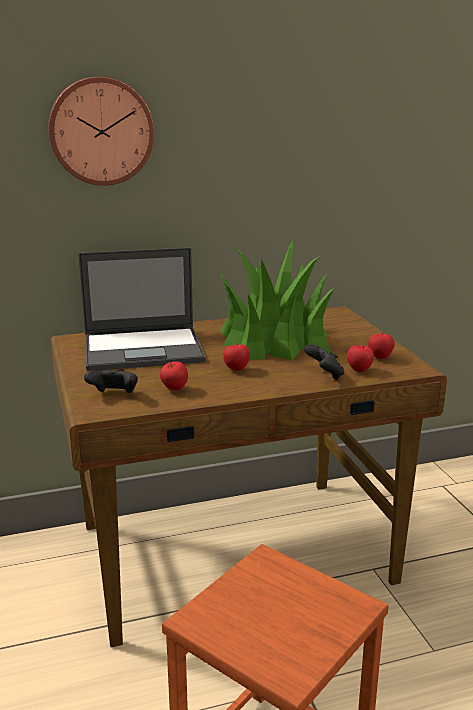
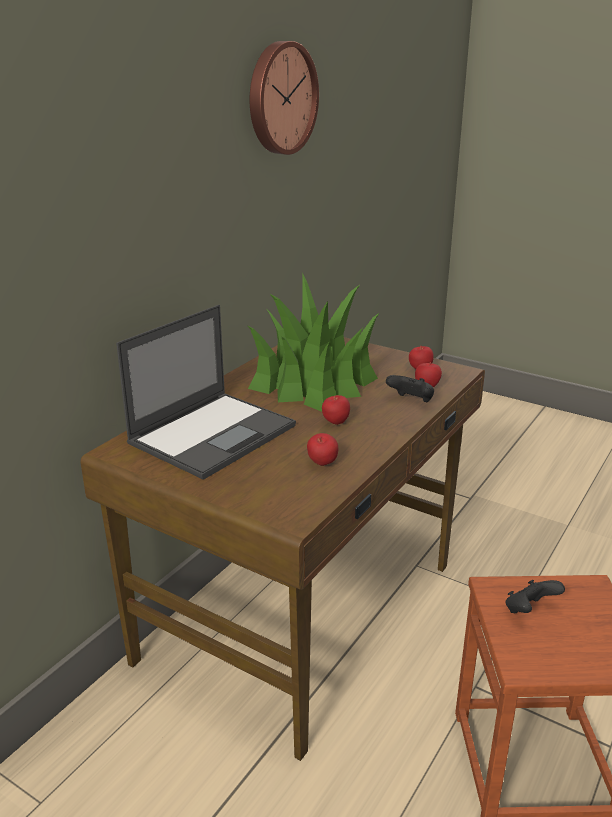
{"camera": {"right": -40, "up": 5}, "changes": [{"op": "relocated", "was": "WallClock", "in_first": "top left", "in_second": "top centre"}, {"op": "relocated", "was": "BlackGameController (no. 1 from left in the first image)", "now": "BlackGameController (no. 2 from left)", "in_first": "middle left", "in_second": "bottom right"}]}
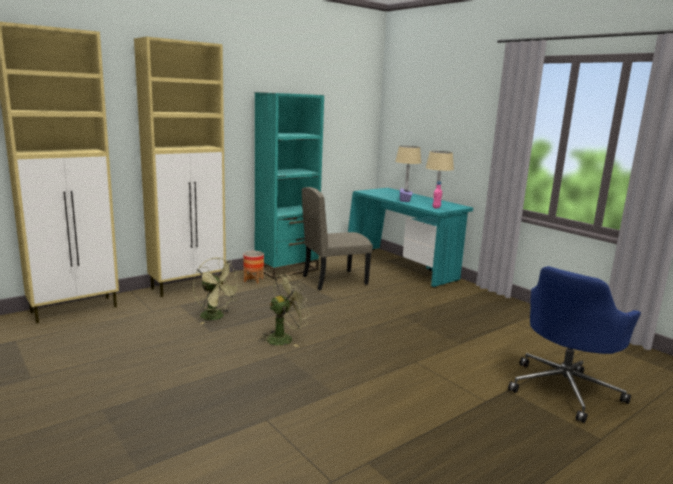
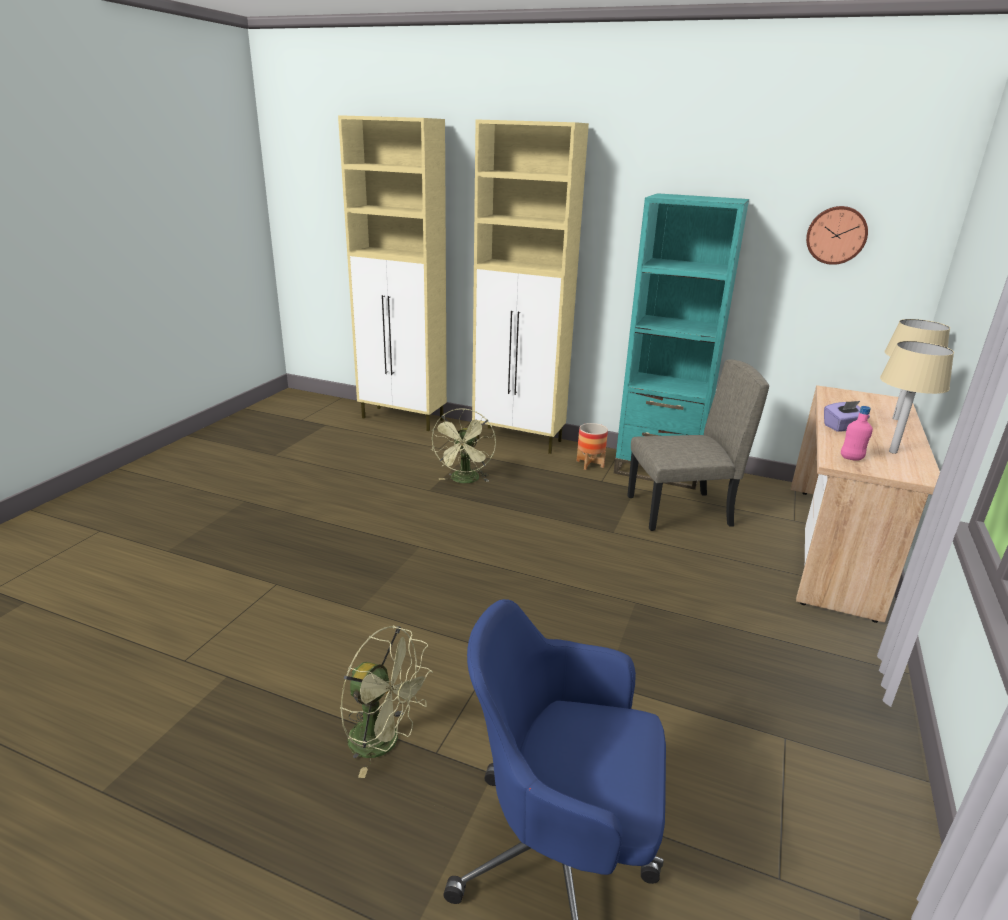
{"camera": {"right": 60, "up": 10}, "changes": [{"op": "relocated", "was": "GreenFan (no. 2 from left in the first image)", "now": "GreenFan (no. 1 from left)", "in_first": "centre", "in_second": "bottom centre"}, {"op": "spun", "was": "BeigeChair", "in_first": "centre", "in_second": "middle right", "clockwise": 135}, {"op": "colour", "was": "TurquoiseDesk", "now": "BeigeDesk", "in_first": "centre", "in_second": "middle right"}, {"op": "appeared", "now": "WallClock", "in_second": "top right"}]}
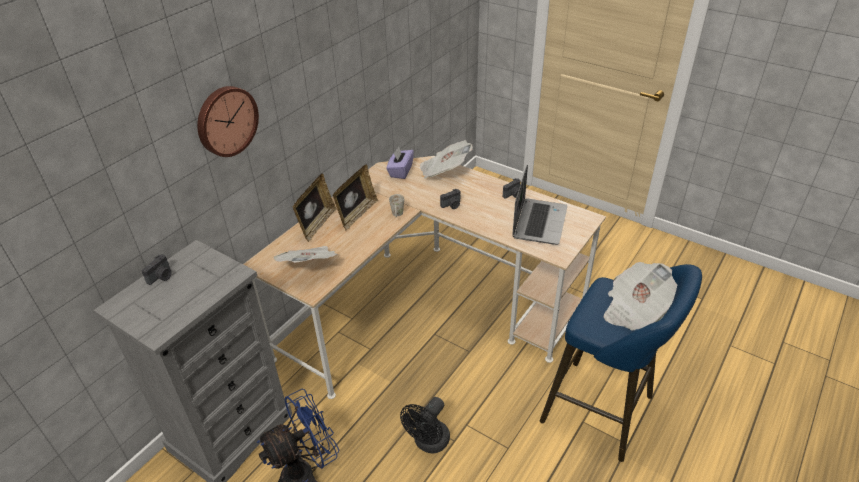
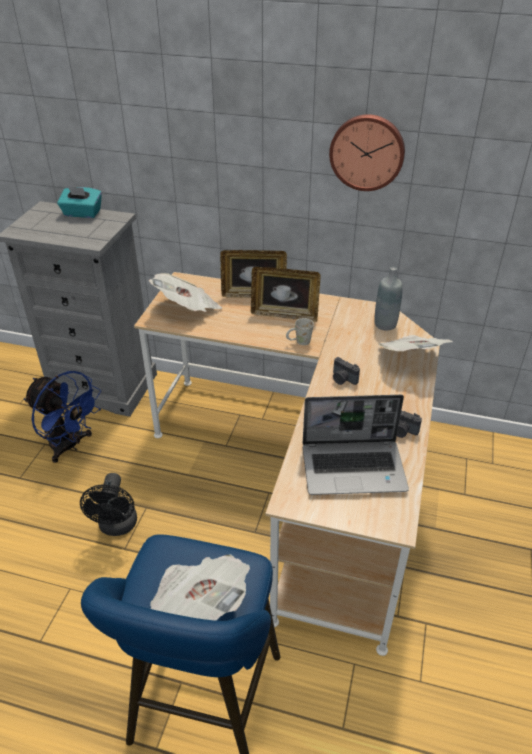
{"camera": {"right": 70, "up": 0}, "changes": [{"op": "exchanged", "was": "PhotoCamera (no. 1 from left)", "now": "TurquoiseTissueBox", "in_first": "middle left", "in_second": "top left"}, {"op": "spun", "was": "BlackFan", "in_first": "bottom centre", "in_second": "bottom left", "clockwise": -105}, {"op": "relocated", "was": "WallClock", "in_first": "top left", "in_second": "top right"}, {"op": "exchanged", "was": "PurpleTissueBox", "now": "GreyBottle", "in_first": "centre", "in_second": "middle right"}]}
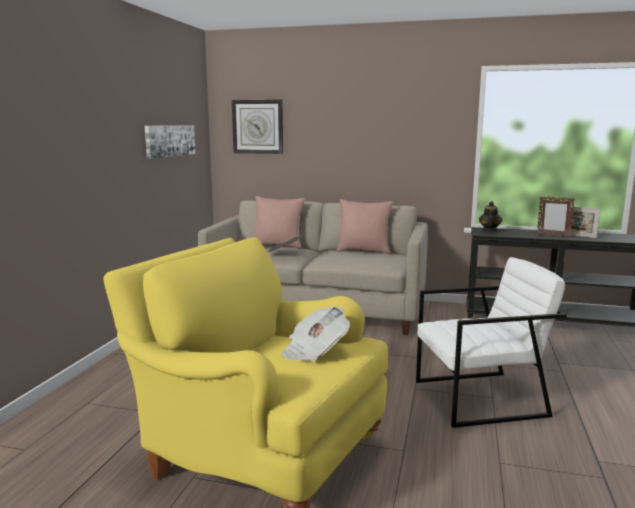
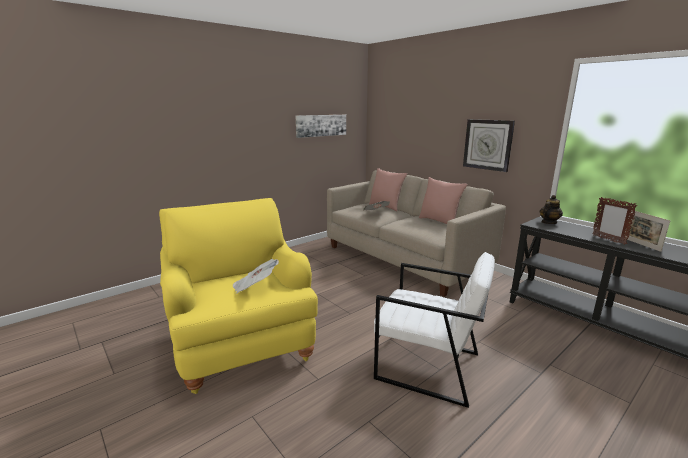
{"camera": {"right": 35, "up": 5}, "changes": [{"op": "relocated", "was": "WallClock", "in_first": "top centre", "in_second": "top right"}]}
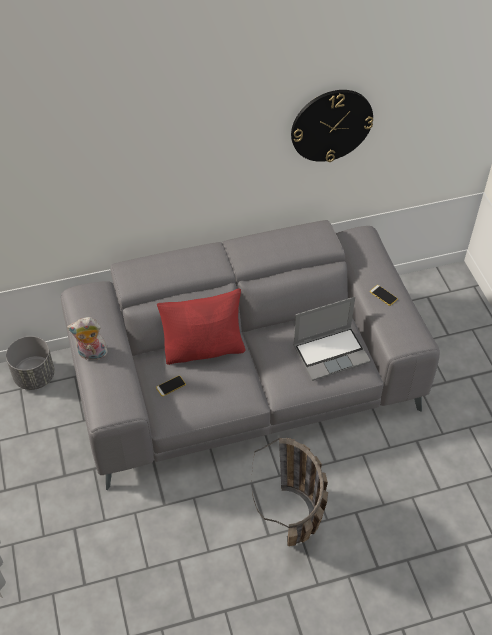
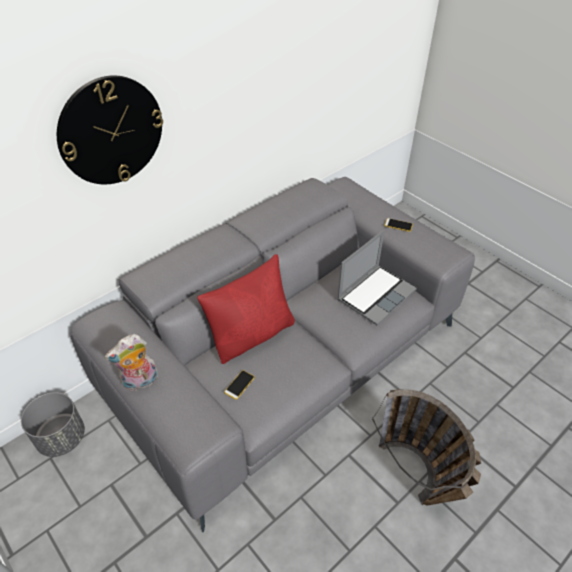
{"camera": {"right": -25, "up": -5}, "changes": [{"op": "relocated", "was": "WallClock", "in_first": "top right", "in_second": "top left"}]}
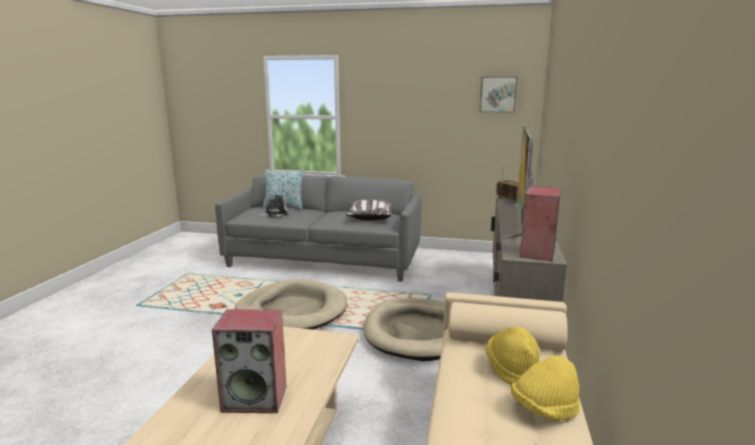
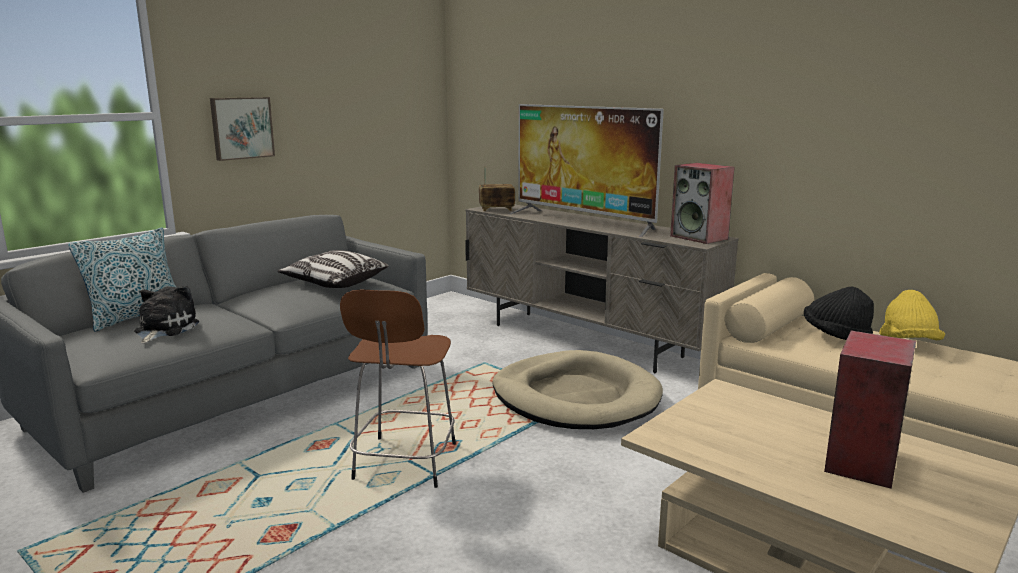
{"camera": {"right": -60, "up": 0}, "changes": [{"op": "relocated", "was": "Picture", "in_first": "top centre", "in_second": "top left"}, {"op": "exchanged", "was": "BeigeDogBed (no. 1 from left)", "now": "BrownStool", "in_first": "bottom centre", "in_second": "bottom centre"}, {"op": "colour", "was": "YellowHat (no. 1 from left)", "now": "BlackHat", "in_first": "bottom right", "in_second": "middle right"}]}
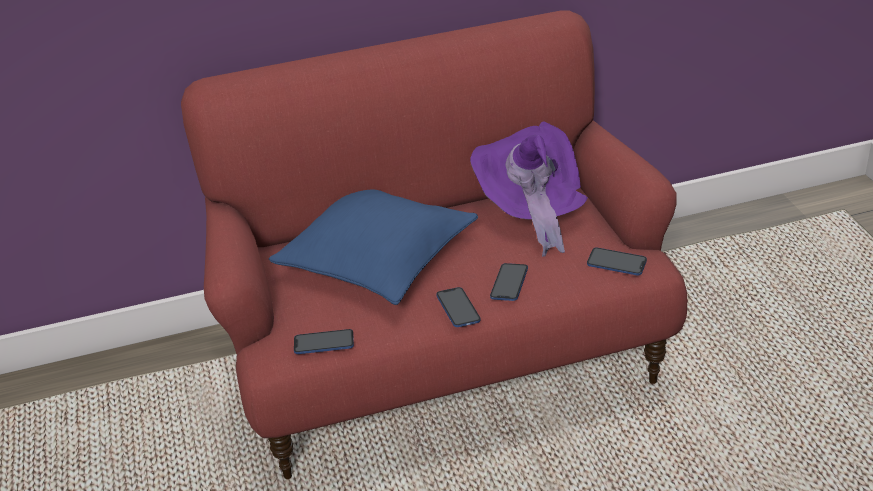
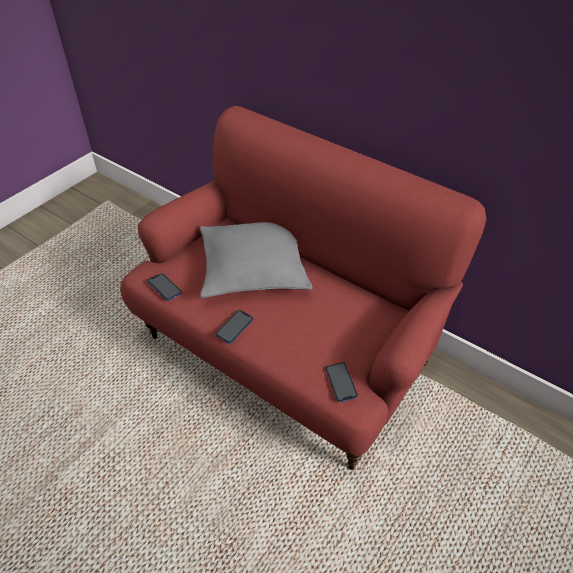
{"camera": {"right": 50, "up": 10}, "changes": [{"op": "colour", "was": "BluePillow", "now": "GreyPillow", "in_first": "centre", "in_second": "centre"}, {"op": "missing", "was": "PurpleHat", "in_first": "centre"}, {"op": "missing", "was": "Phone (no. 3 from left)", "in_first": "centre"}]}
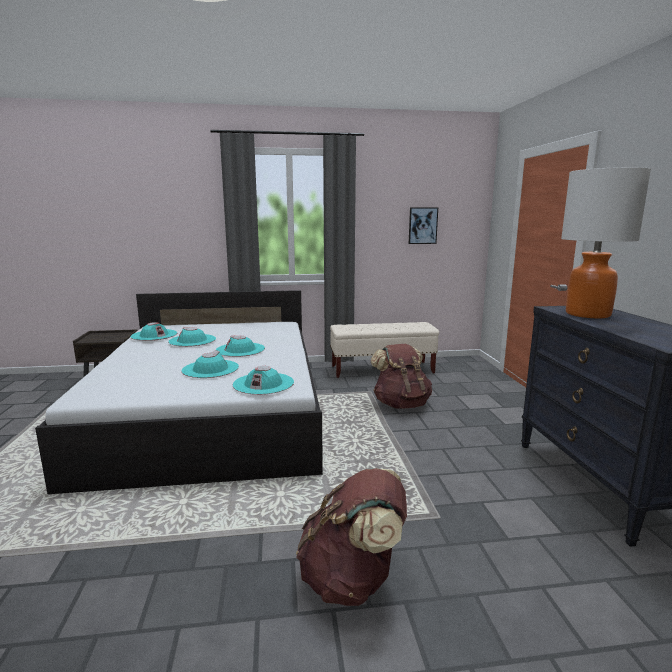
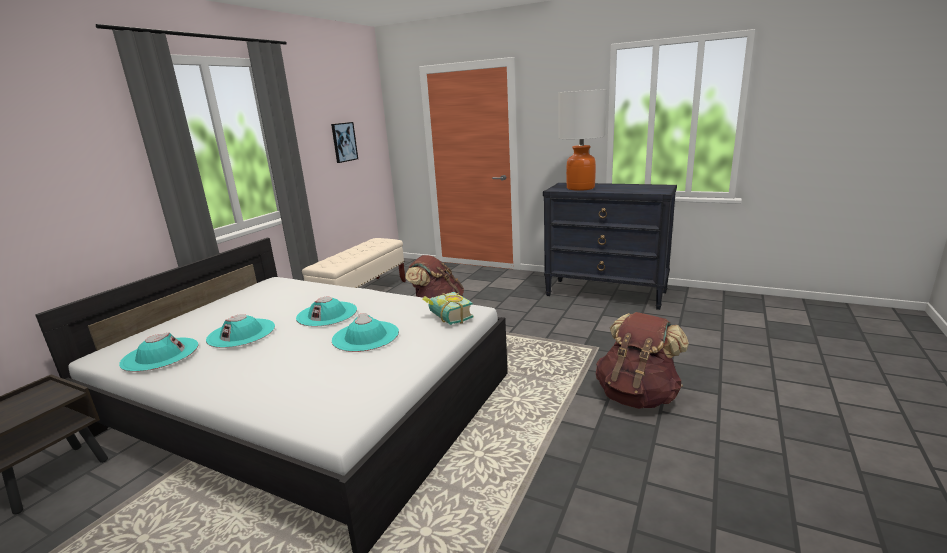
{"camera": {"right": -55, "up": 5}, "changes": [{"op": "exchanged", "was": "TurquoiseHat (no. 5 from left)", "now": "Book", "in_first": "centre", "in_second": "centre"}]}
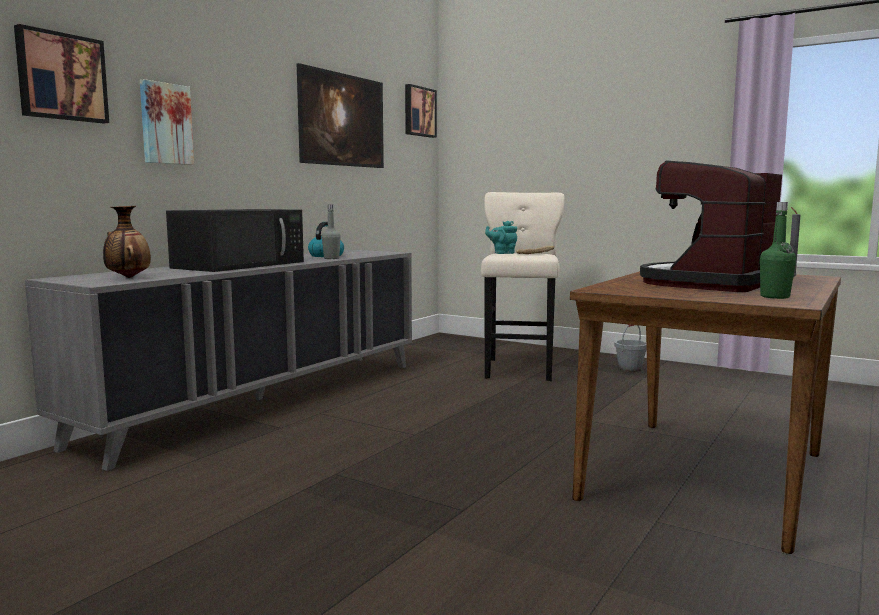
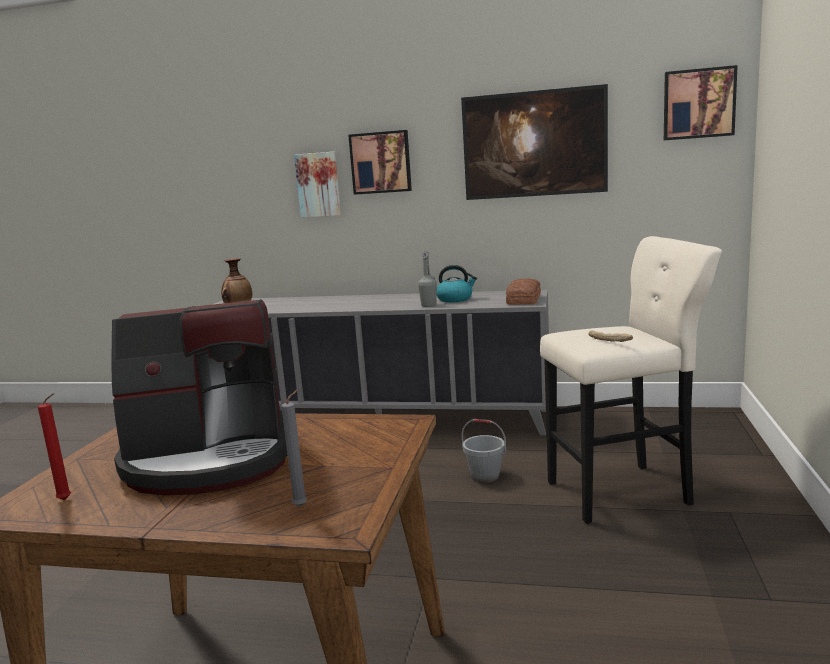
{"camera": {"right": 70, "up": 5}, "changes": [{"op": "exchanged", "was": "GreenBottle", "now": "RedCandle", "in_first": "middle right", "in_second": "bottom left"}, {"op": "spun", "was": "CoffeeMachine", "in_first": "middle right", "in_second": "middle left", "clockwise": 150}, {"op": "relocated", "was": "Picture (no. 1 from left in the first image)", "now": "Picture (no. 2 from left)", "in_first": "top left", "in_second": "top centre"}, {"op": "relocated", "was": "GreyBucket", "in_first": "middle right", "in_second": "bottom centre"}, {"op": "appeared", "now": "Bread (no. 1 from left)", "in_second": "centre"}, {"op": "missing", "was": "BlackMicrowave", "in_first": "middle left"}, {"op": "missing", "was": "TurquoiseTeapot", "in_first": "centre"}]}
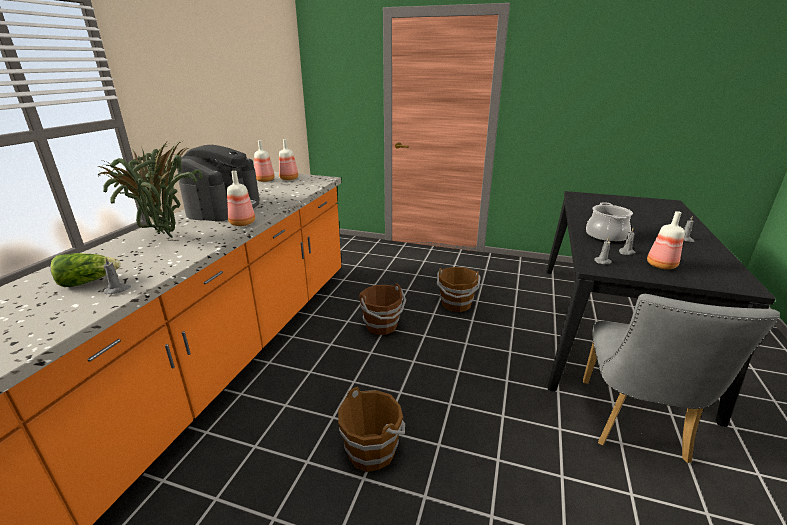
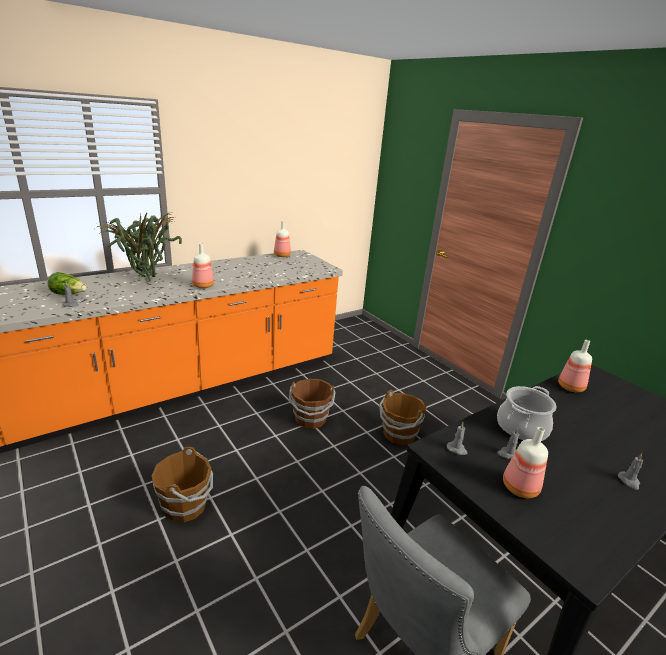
{"camera": {"right": 35, "up": 0}, "changes": [{"op": "relocated", "was": "Bottle (no. 3 from left in the first image)", "now": "Bottle (no. 4 from left)", "in_first": "top centre", "in_second": "middle right"}, {"op": "missing", "was": "CoffeeMachine", "in_first": "middle left"}]}
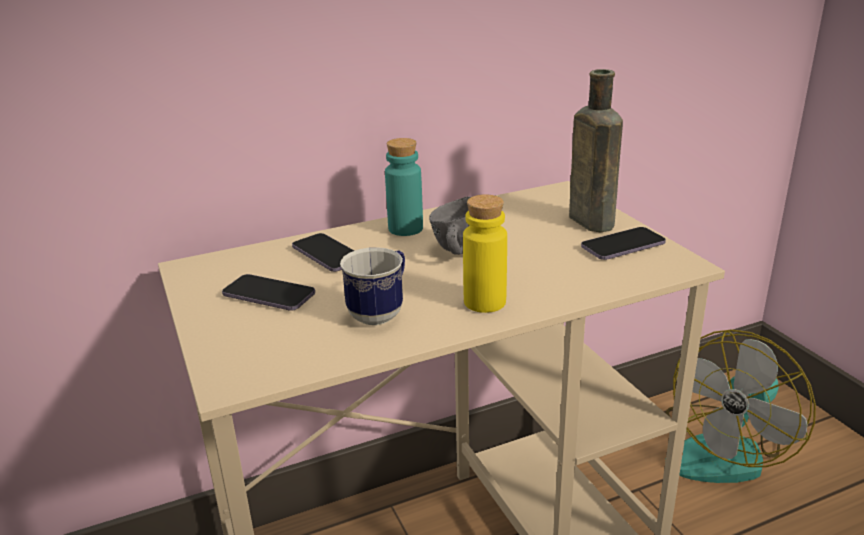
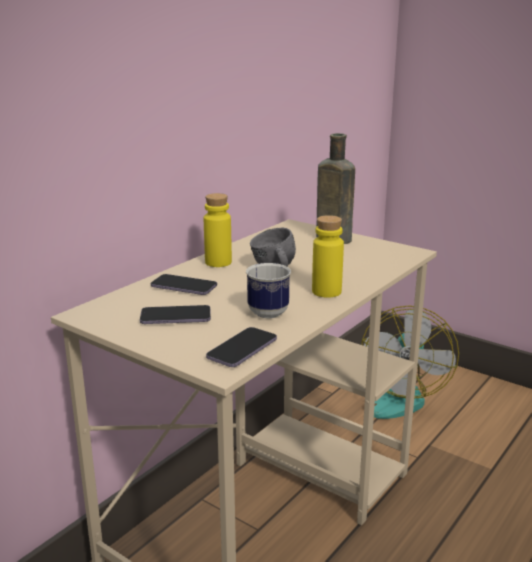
{"camera": {"right": -30, "up": -5}, "changes": [{"op": "colour", "was": "TurquoiseBottle", "now": "YellowBottle (no. 1 from left)", "in_first": "centre", "in_second": "centre"}, {"op": "relocated", "was": "Phone (no. 3 from left)", "in_first": "middle right", "in_second": "centre"}]}
